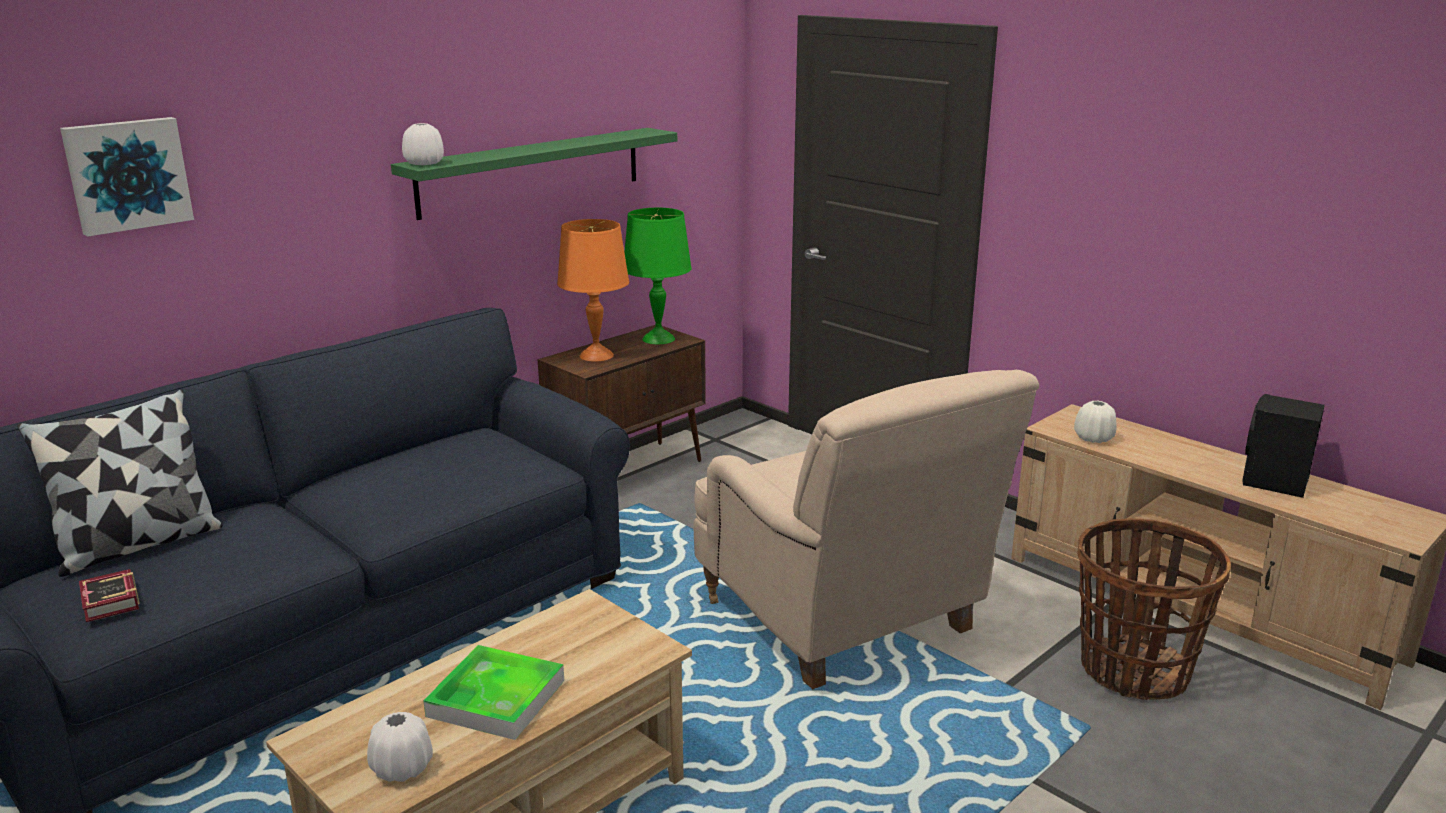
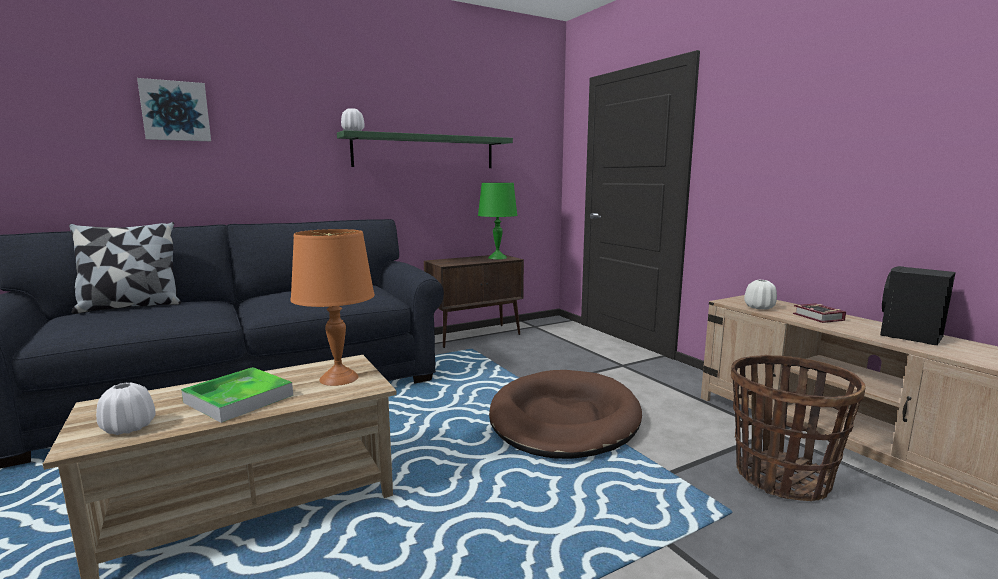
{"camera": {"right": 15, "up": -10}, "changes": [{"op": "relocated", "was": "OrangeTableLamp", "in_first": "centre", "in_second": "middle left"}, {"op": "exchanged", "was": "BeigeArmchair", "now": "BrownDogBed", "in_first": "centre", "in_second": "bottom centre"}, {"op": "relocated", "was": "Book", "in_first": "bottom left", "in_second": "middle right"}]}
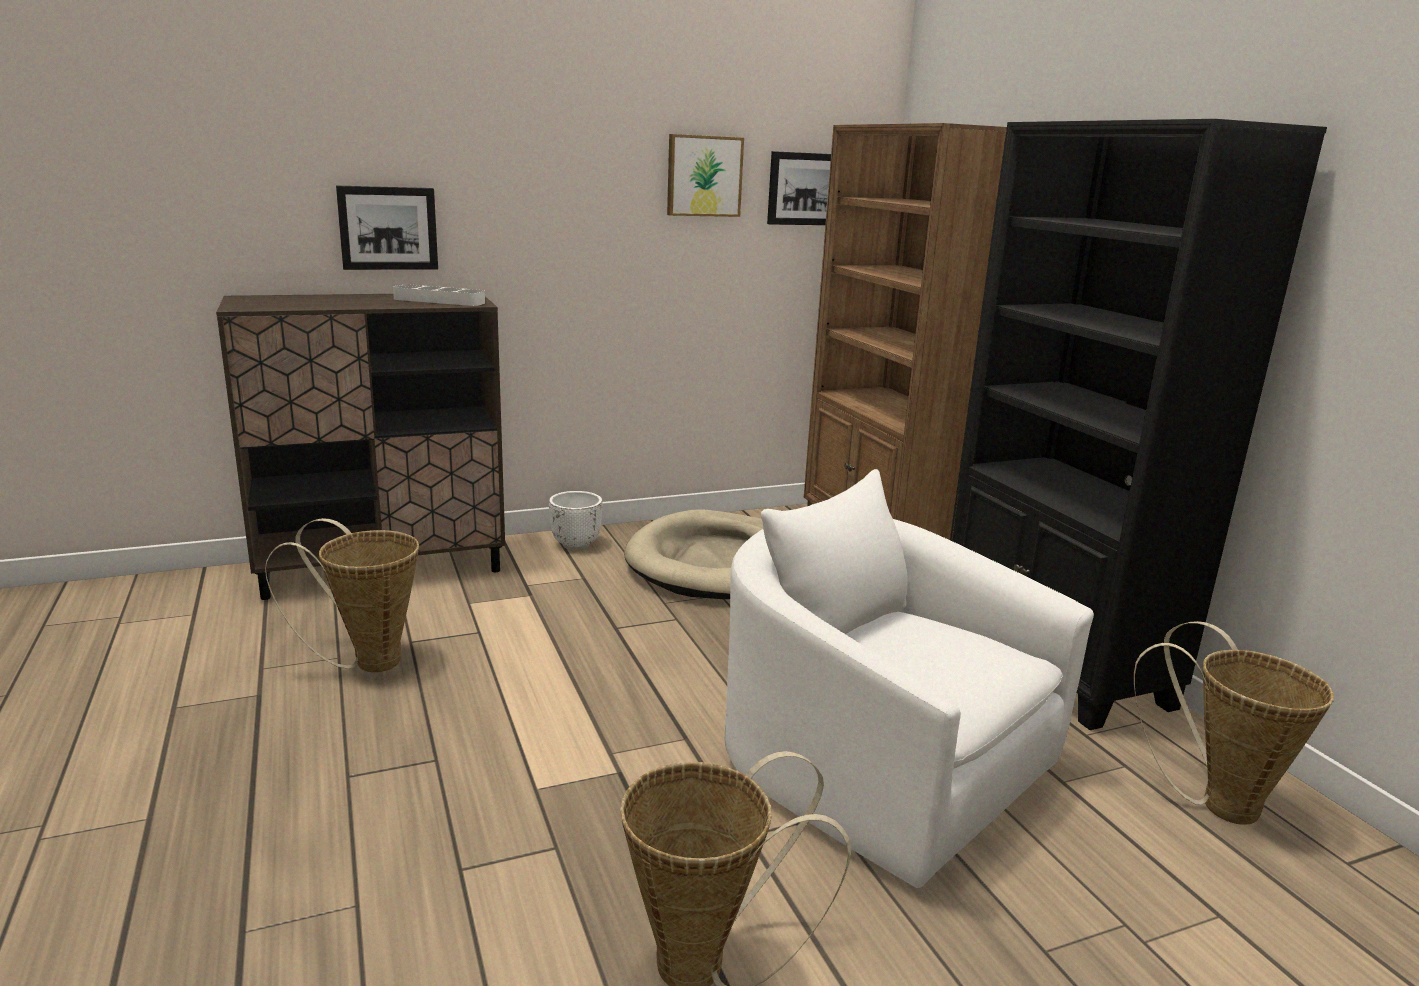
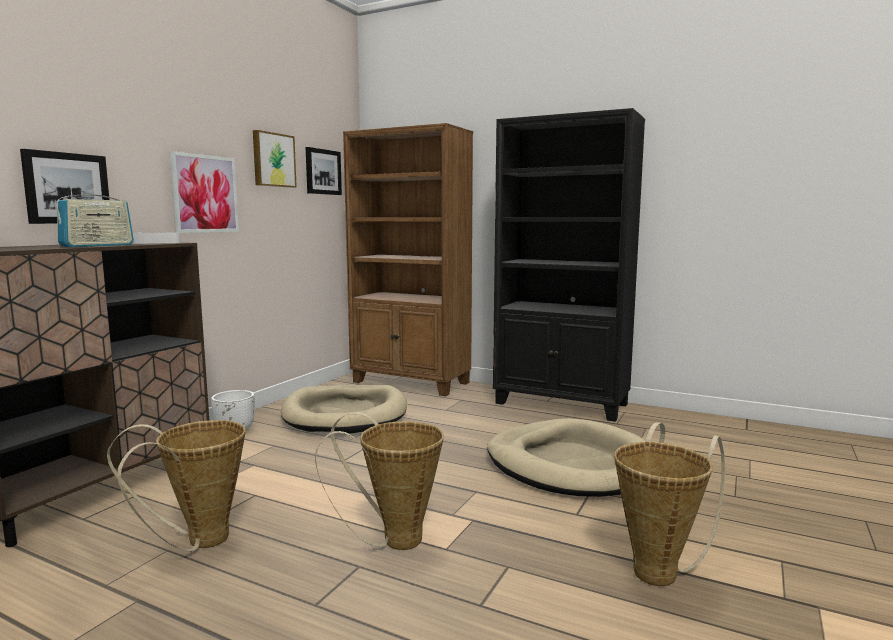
{"camera": {"right": -40, "up": -10}, "changes": [{"op": "appeared", "now": "Radio", "in_second": "middle left"}, {"op": "appeared", "now": "Picture (no. 2 from left)", "in_second": "top left"}, {"op": "relocated", "was": "Basket (no. 3 from left in the first image)", "now": "Basket (no. 2 from left)", "in_first": "bottom right", "in_second": "bottom centre"}, {"op": "exchanged", "was": "WhiteArmchair", "now": "BeigeDogBed (no. 2 from left)", "in_first": "bottom centre", "in_second": "bottom centre"}]}
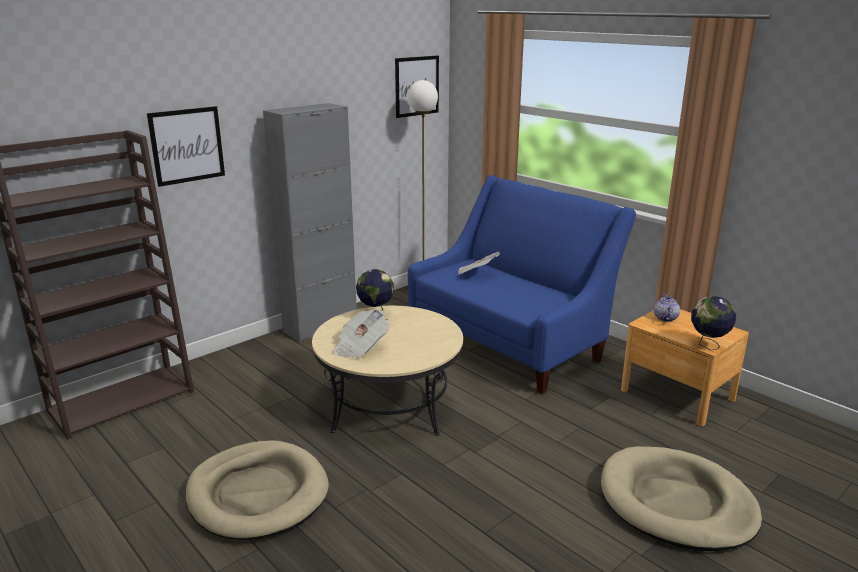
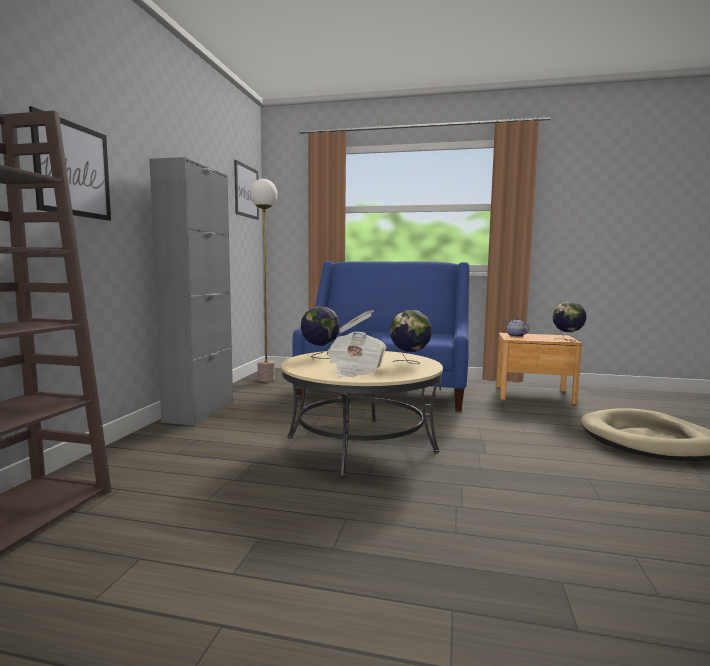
{"camera": {"right": -35, "up": -15}, "changes": [{"op": "appeared", "now": "Globe (no. 2 from left)", "in_second": "centre"}, {"op": "missing", "was": "BeigeDogBed (no. 1 from left)", "in_first": "bottom left"}]}
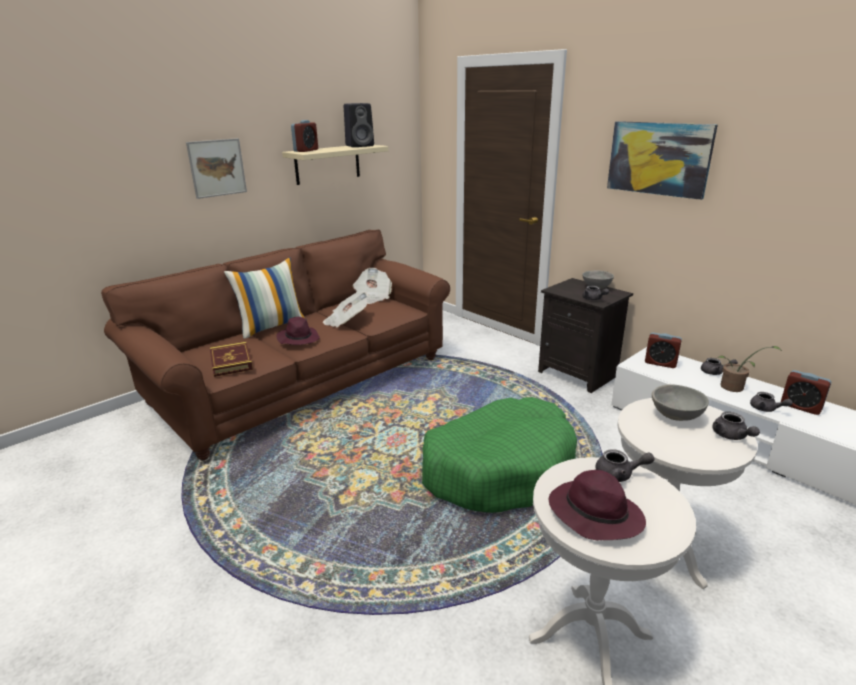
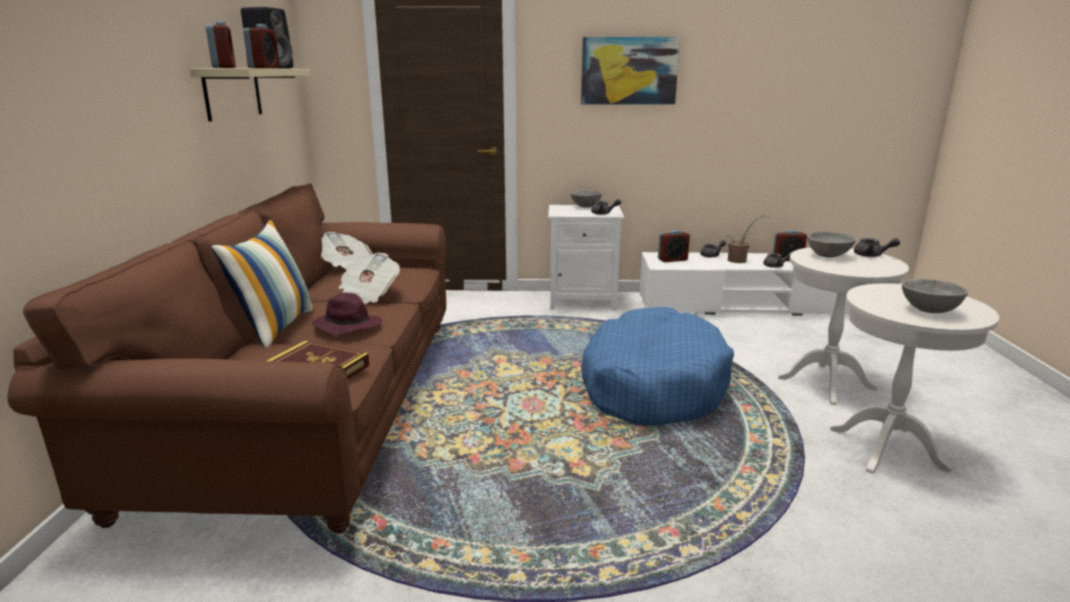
{"camera": {"right": -45, "up": -5}, "changes": [{"op": "appeared", "now": "AlarmClock (no. 2 from left)", "in_second": "top left"}, {"op": "colour", "was": "BlackNightstand", "now": "WhiteNightstand", "in_first": "middle right", "in_second": "centre"}, {"op": "colour", "was": "GreenDogBed", "now": "BlueDogBed", "in_first": "centre", "in_second": "centre"}, {"op": "exchanged", "was": "PurpleHat (no. 2 from left)", "now": "GreyBowl (no. 3 from left)", "in_first": "bottom right", "in_second": "middle right"}, {"op": "missing", "was": "Picture (no. 1 from left)", "in_first": "top left"}, {"op": "missing", "was": "GreyTeapot (no. 2 from left)", "in_first": "bottom right"}]}
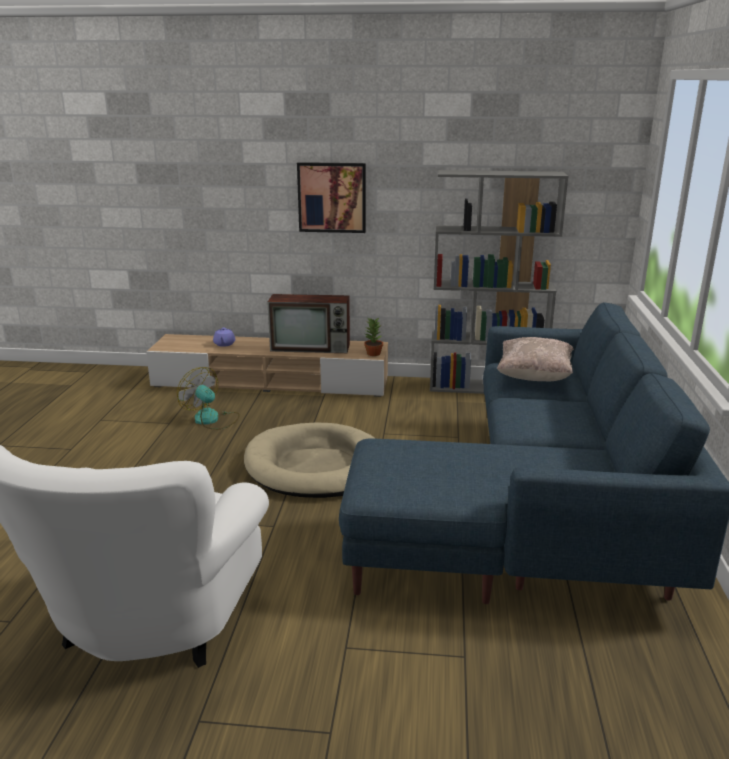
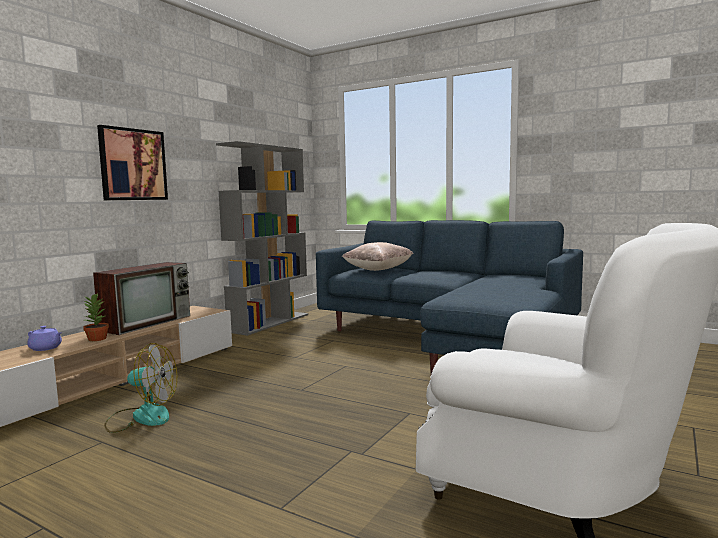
{"camera": {"right": -65, "up": -15}, "changes": [{"op": "relocated", "was": "PottedPlant", "in_first": "centre", "in_second": "middle left"}, {"op": "spun", "was": "Fan", "in_first": "middle left", "in_second": "bottom left", "clockwise": -150}, {"op": "missing", "was": "BeigeDogBed", "in_first": "centre"}]}
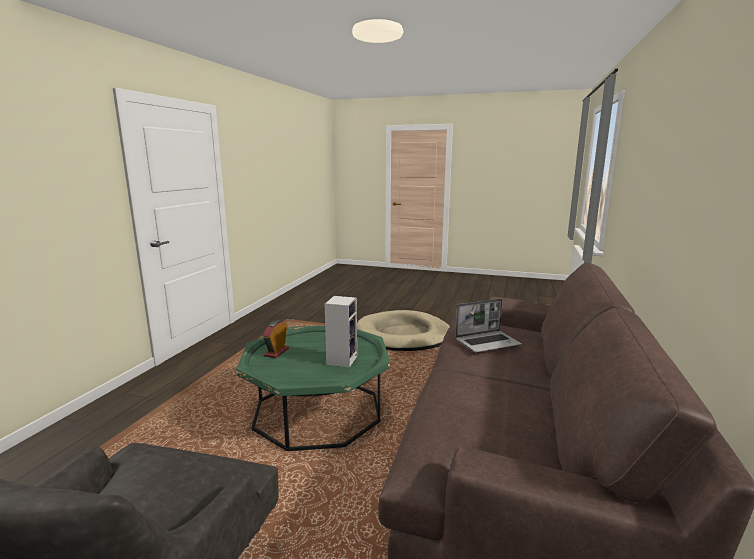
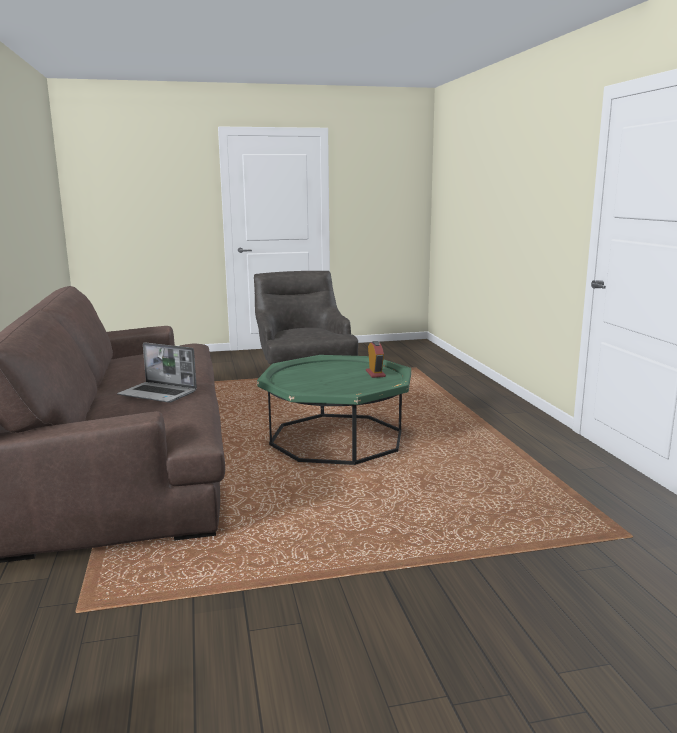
{"camera": {"right": 150, "up": 0}, "changes": [{"op": "spun", "was": "Laptop", "in_first": "centre", "in_second": "middle left", "clockwise": -105}, {"op": "missing", "was": "Speaker", "in_first": "centre"}, {"op": "missing", "was": "BeigeDogBed", "in_first": "centre"}]}
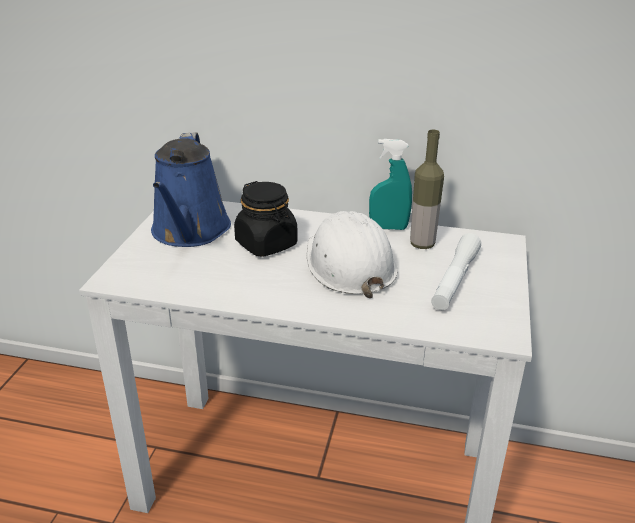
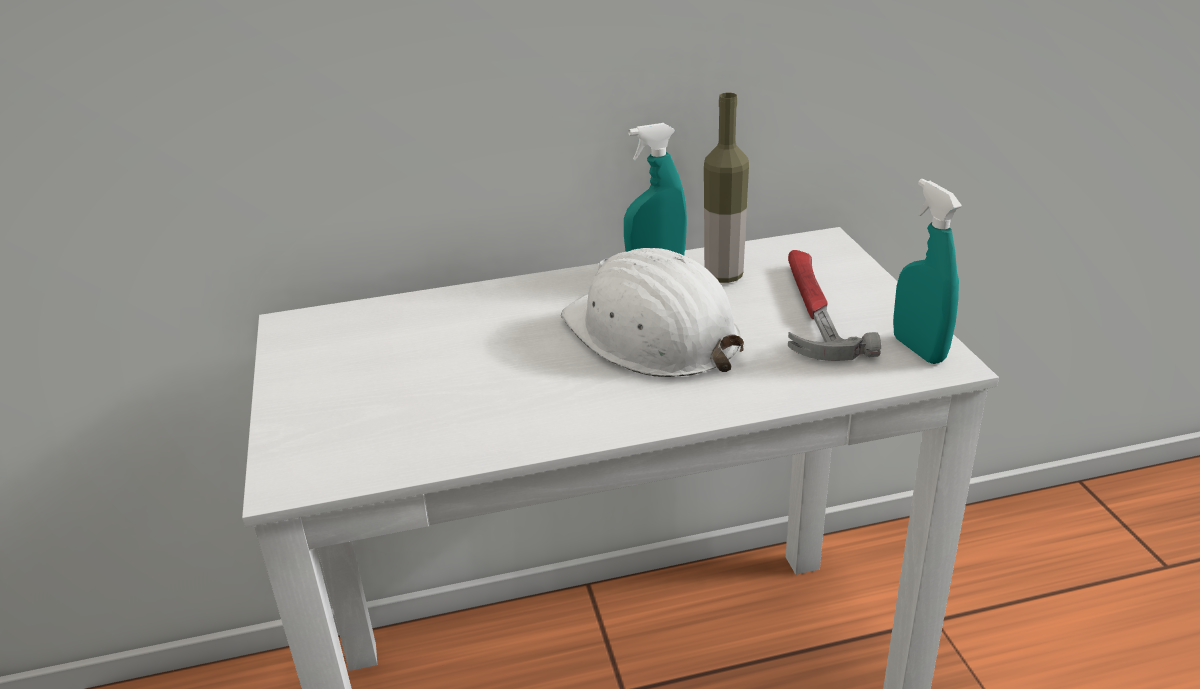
{"camera": {"right": -25, "up": 0}, "changes": [{"op": "exchanged", "was": "WhiteFlashlight", "now": "Hammer", "in_first": "middle right", "in_second": "middle right"}, {"op": "appeared", "now": "TurquoiseSprayBottle (no. 2 from left)", "in_second": "middle right"}, {"op": "missing", "was": "BlueWateringCan", "in_first": "middle left"}, {"op": "missing", "was": "BlackJar", "in_first": "centre"}]}
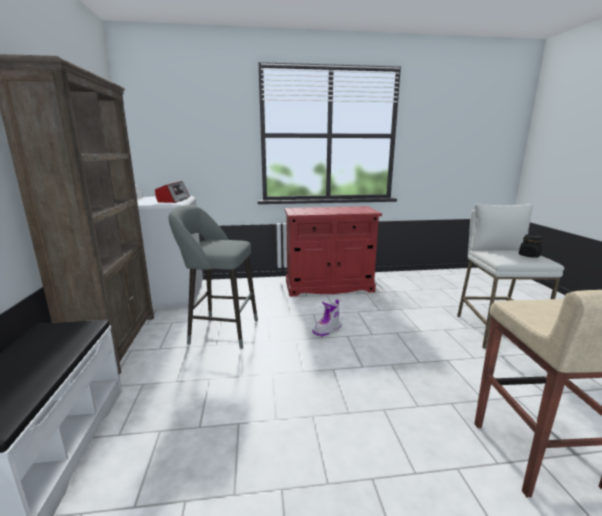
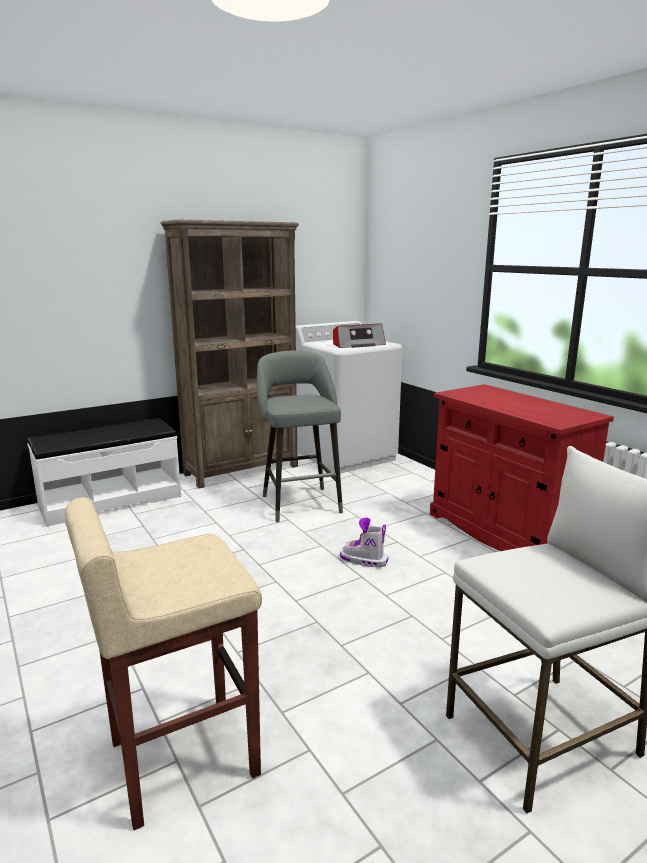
{"camera": {"right": 65, "up": 0}, "changes": [{"op": "missing", "was": "BlackJar", "in_first": "middle right"}]}
